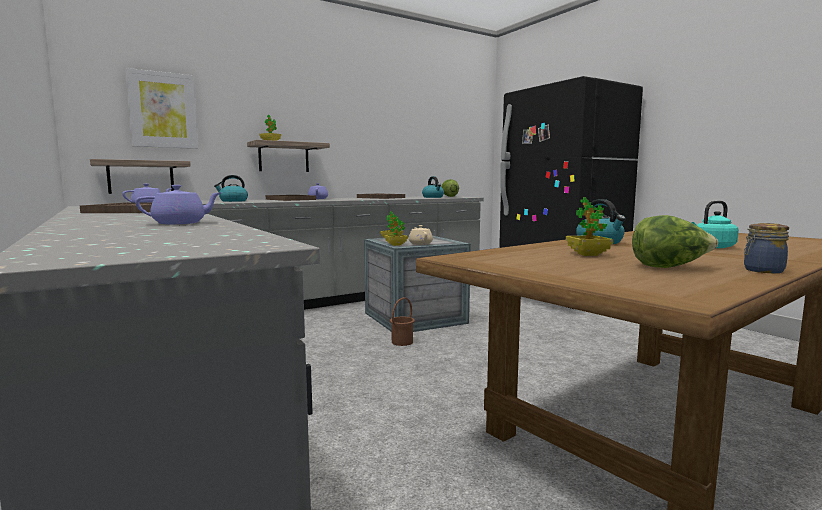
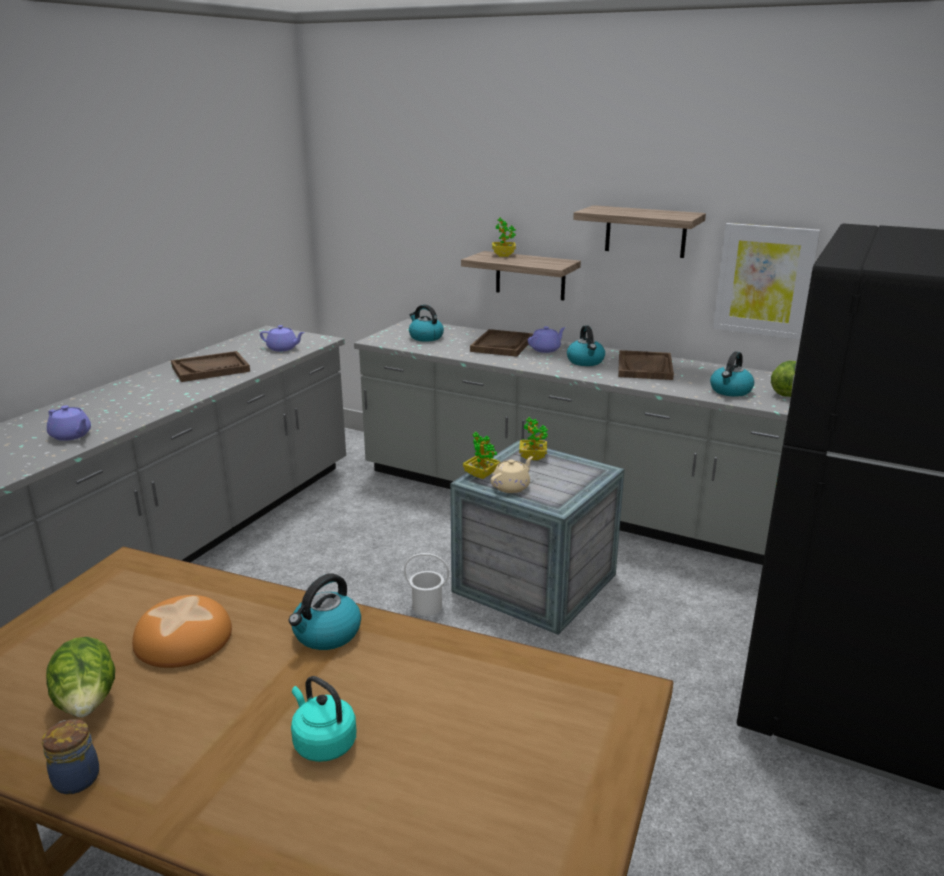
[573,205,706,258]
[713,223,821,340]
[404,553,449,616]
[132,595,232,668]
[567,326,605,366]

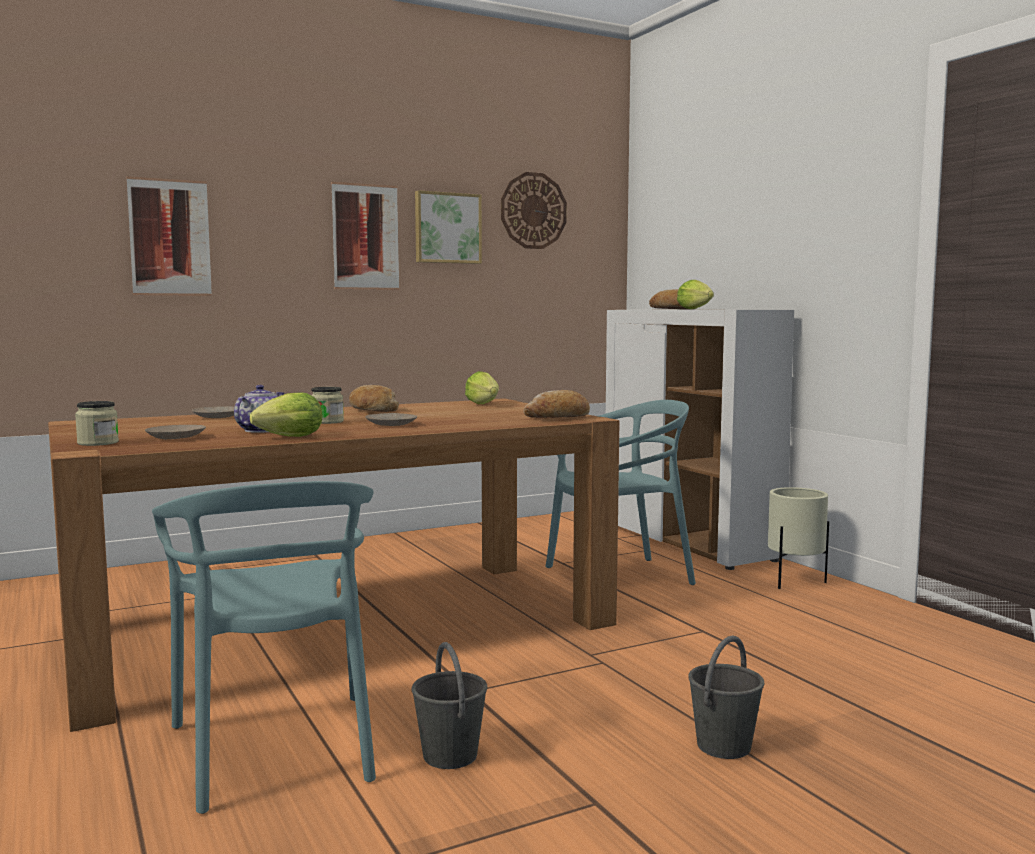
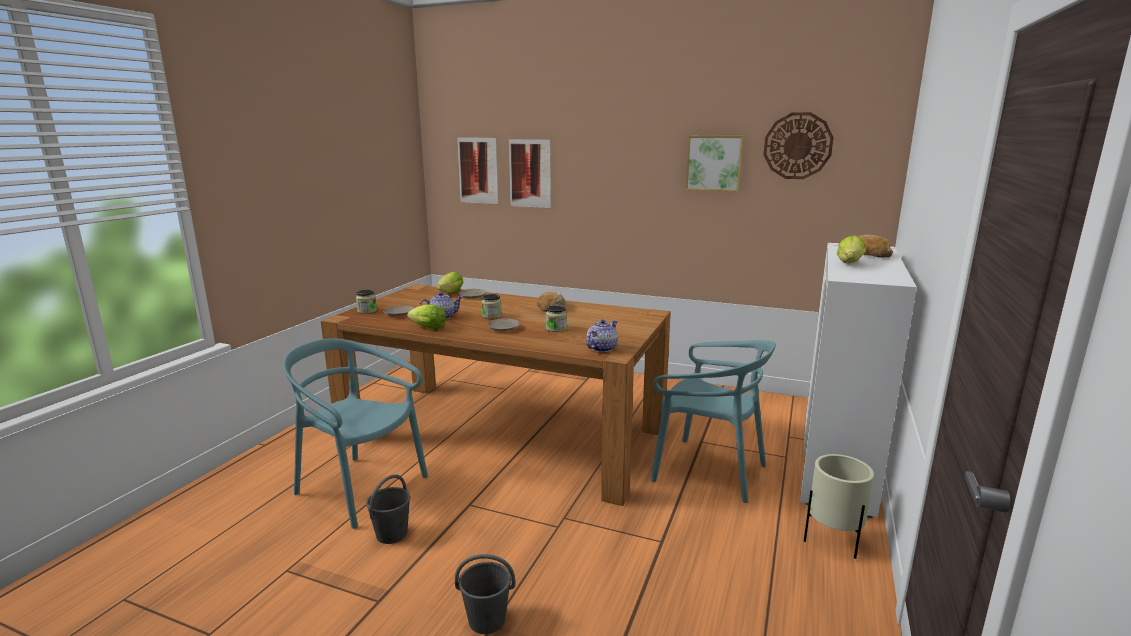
[283,338,428,529]
[457,136,499,205]
[437,271,463,293]
[586,319,618,352]
[546,305,567,332]

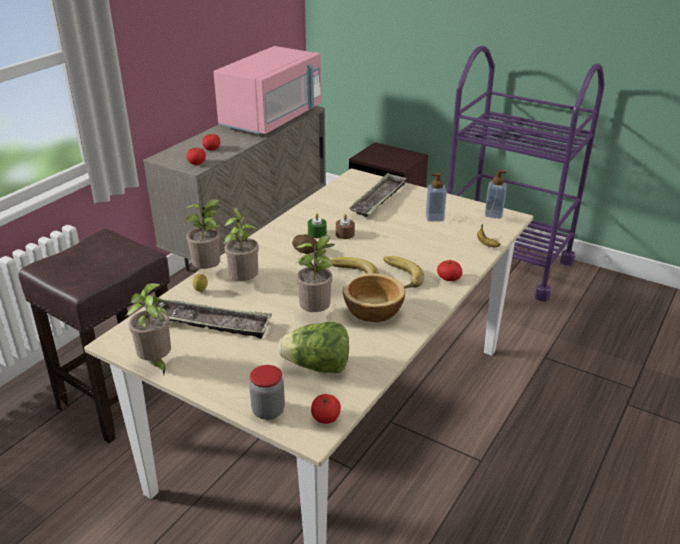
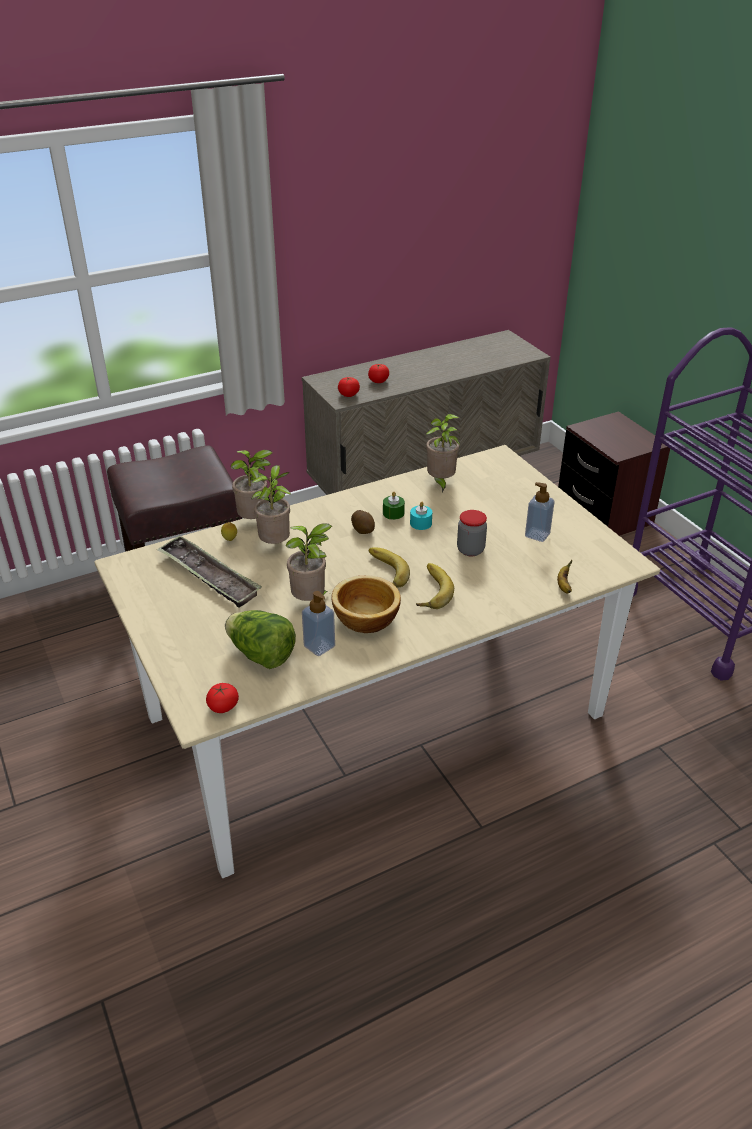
[426,414,460,493]
[213,46,321,134] (first image)
[457,510,487,556]
[410,502,432,530]
[348,173,407,217] (first image)
[437,260,462,281] (first image)
[302,591,335,656]

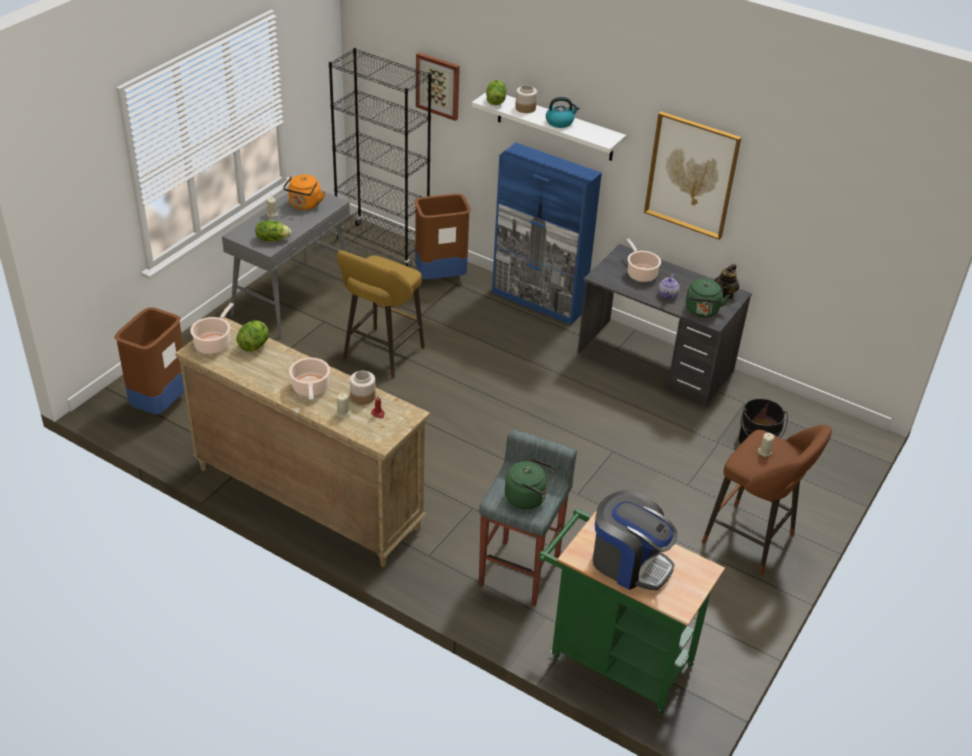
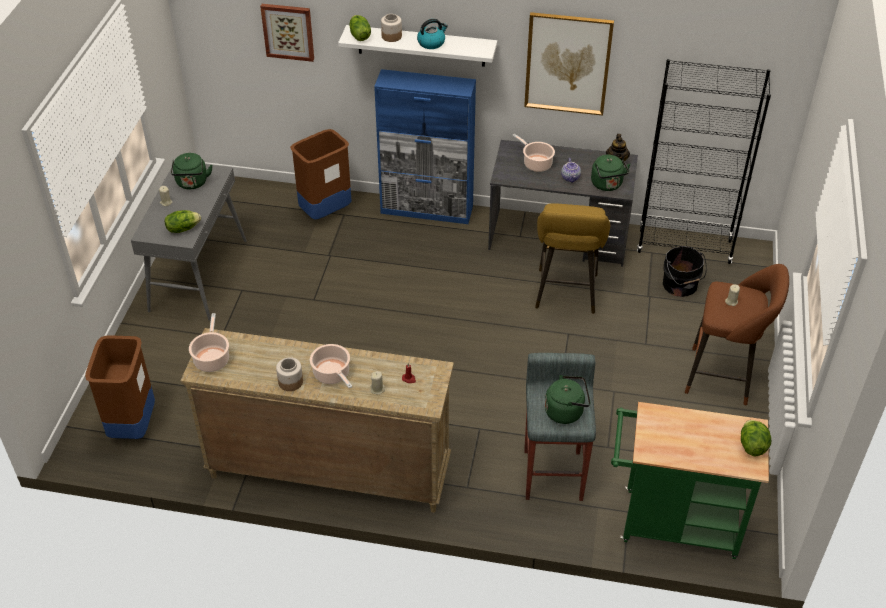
[741,420,771,456]
[171,153,213,189]
[637,59,771,264]
[535,203,610,314]
[276,357,303,391]
[593,490,677,590] (first image)

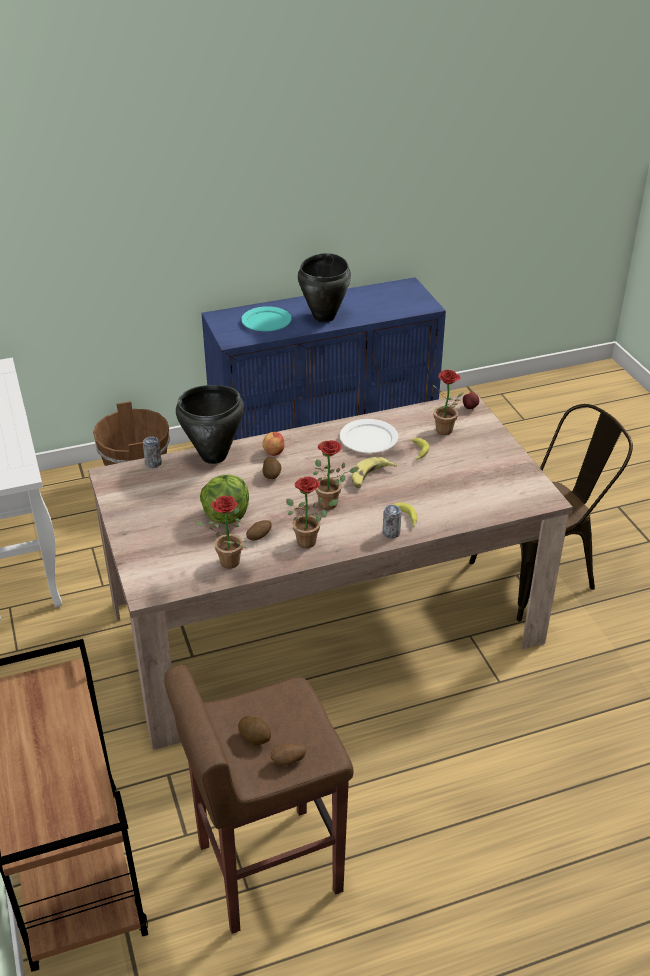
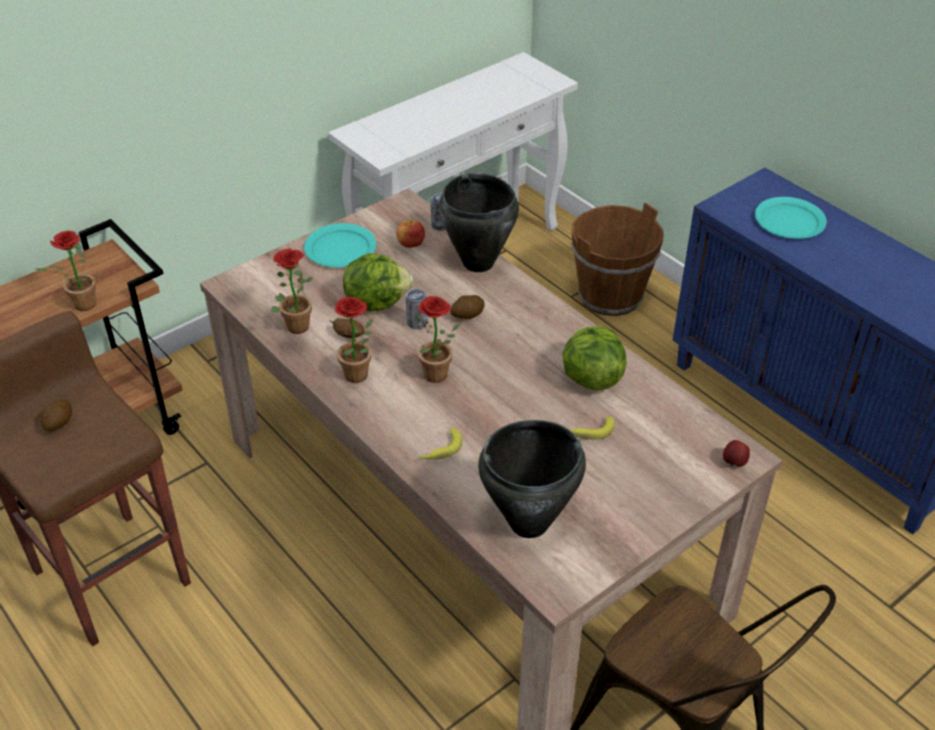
[396,220,425,248]
[270,744,306,765] (first image)
[478,420,586,538]
[563,326,626,390]
[352,457,397,488] (first image)
[406,289,428,329]
[35,231,102,311]
[304,223,376,267]

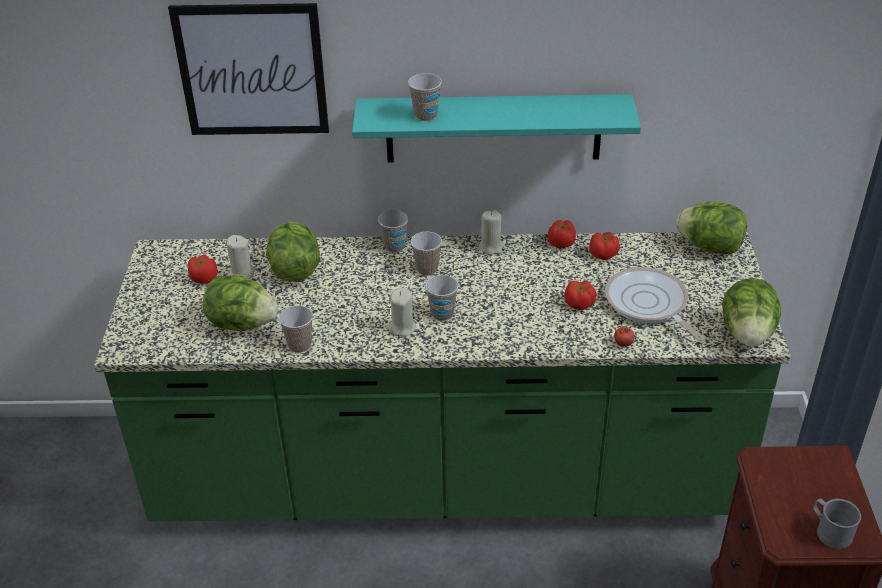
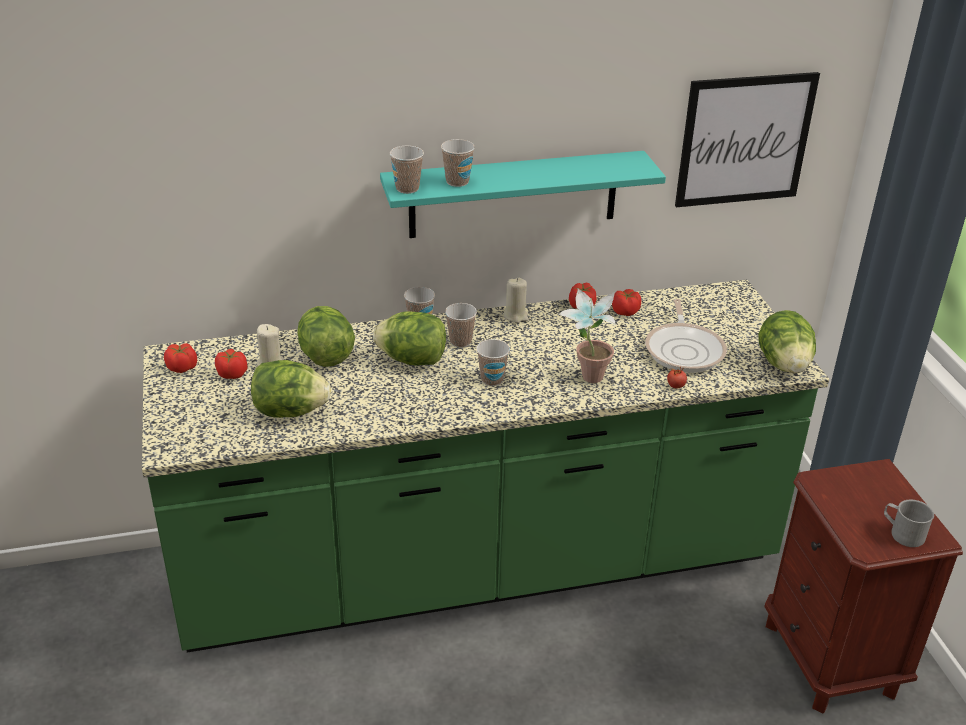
[675,72,820,207]
[390,146,424,194]
[388,288,416,337] (first image)
[164,343,197,373]
[645,299,727,373]
[373,311,446,366]
[559,288,616,383]

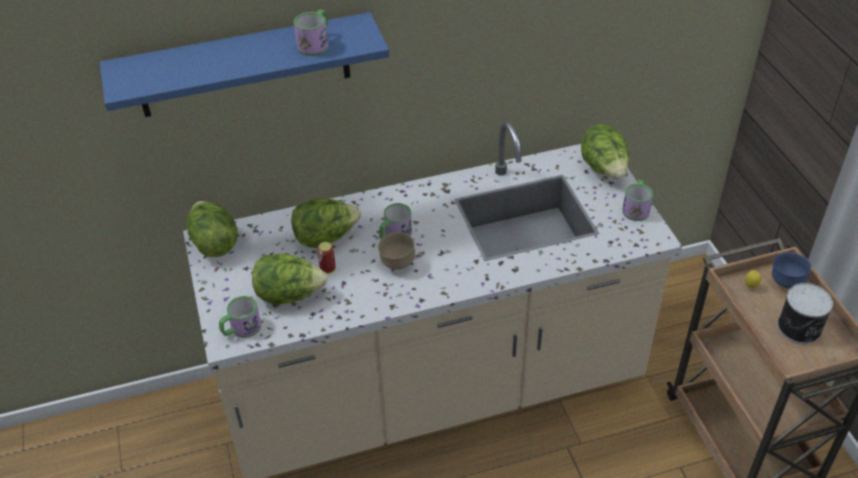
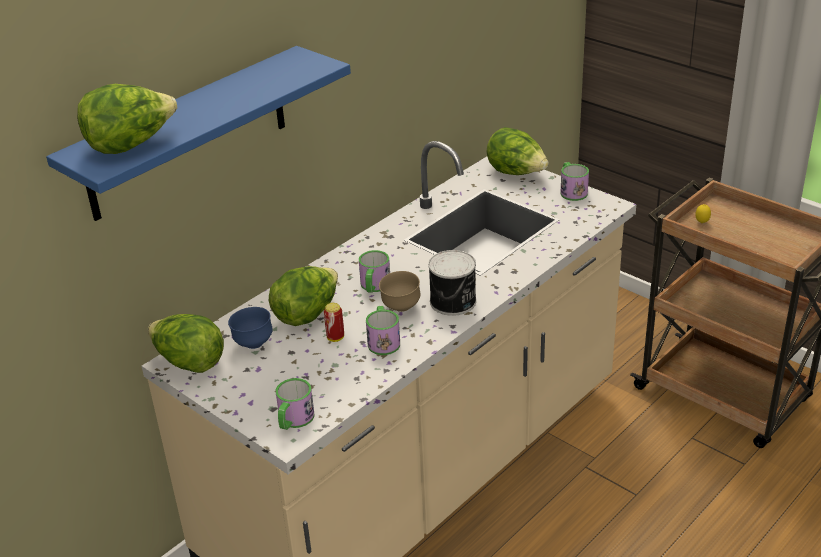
[77,84,177,154]
[366,306,400,355]
[228,307,272,349]
[428,250,476,316]

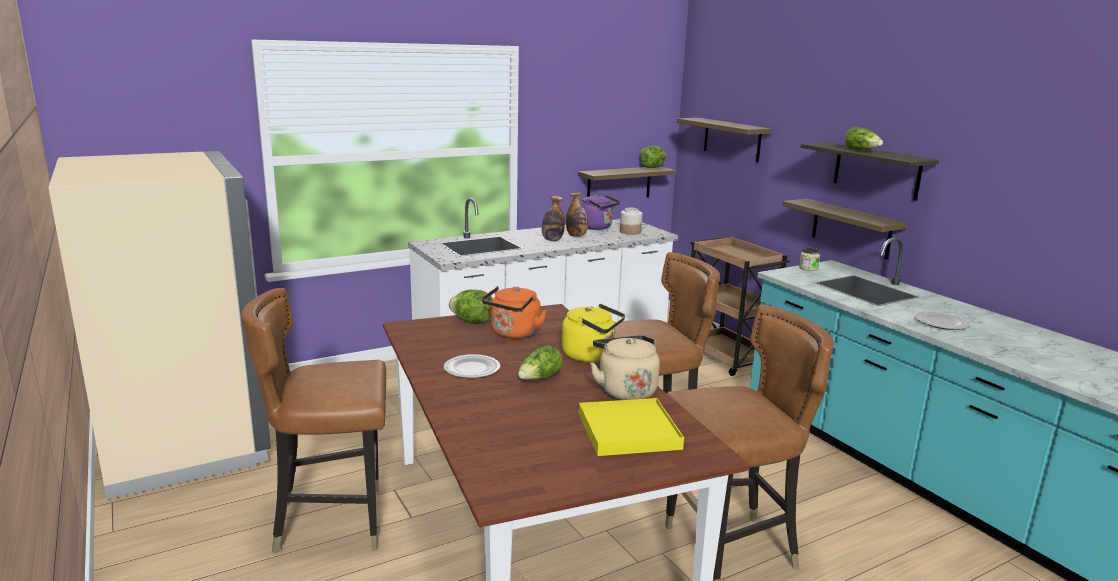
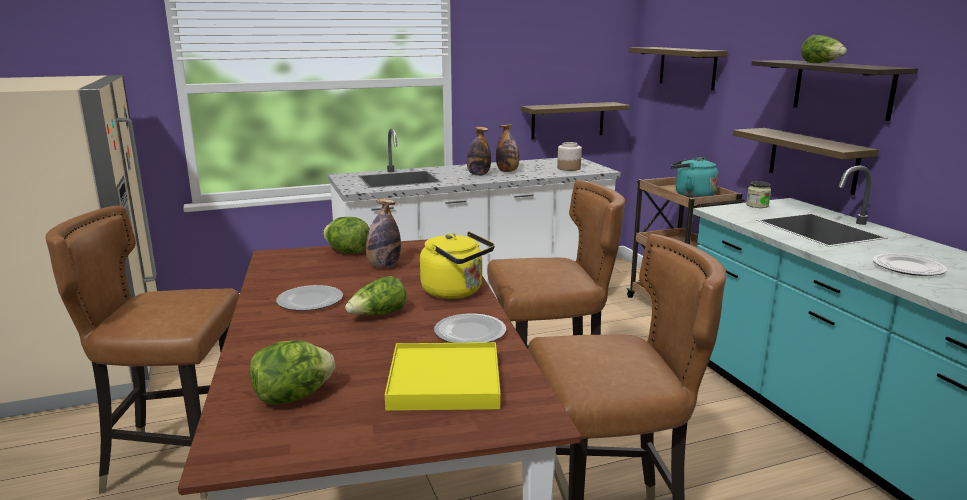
[366,199,401,268]
[581,194,620,230] (first image)
[434,313,506,343]
[250,340,335,405]
[671,157,719,198]

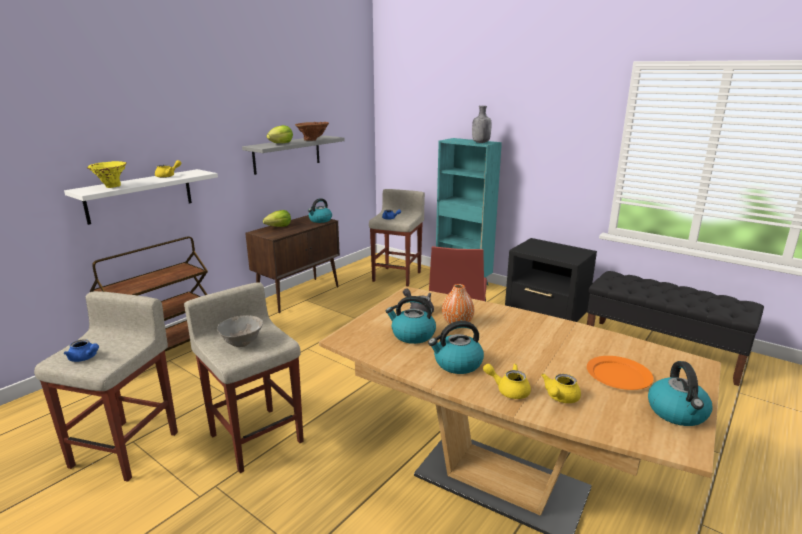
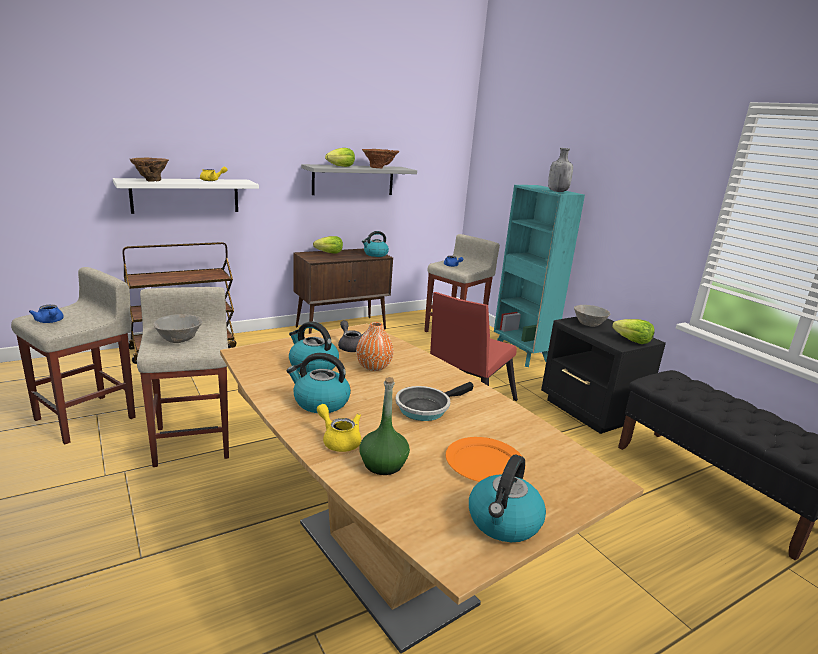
[130,158,169,181]
[359,377,410,475]
[395,382,474,421]
[574,305,610,327]
[612,319,655,344]

